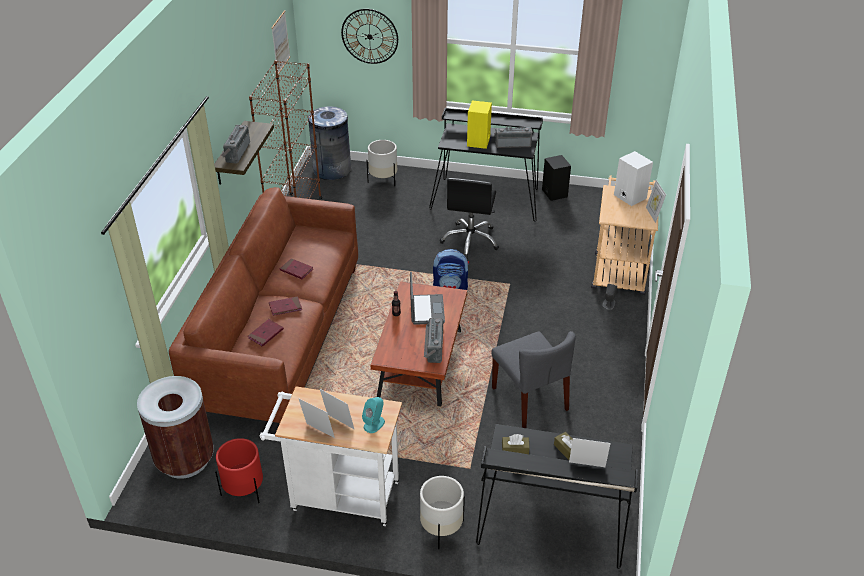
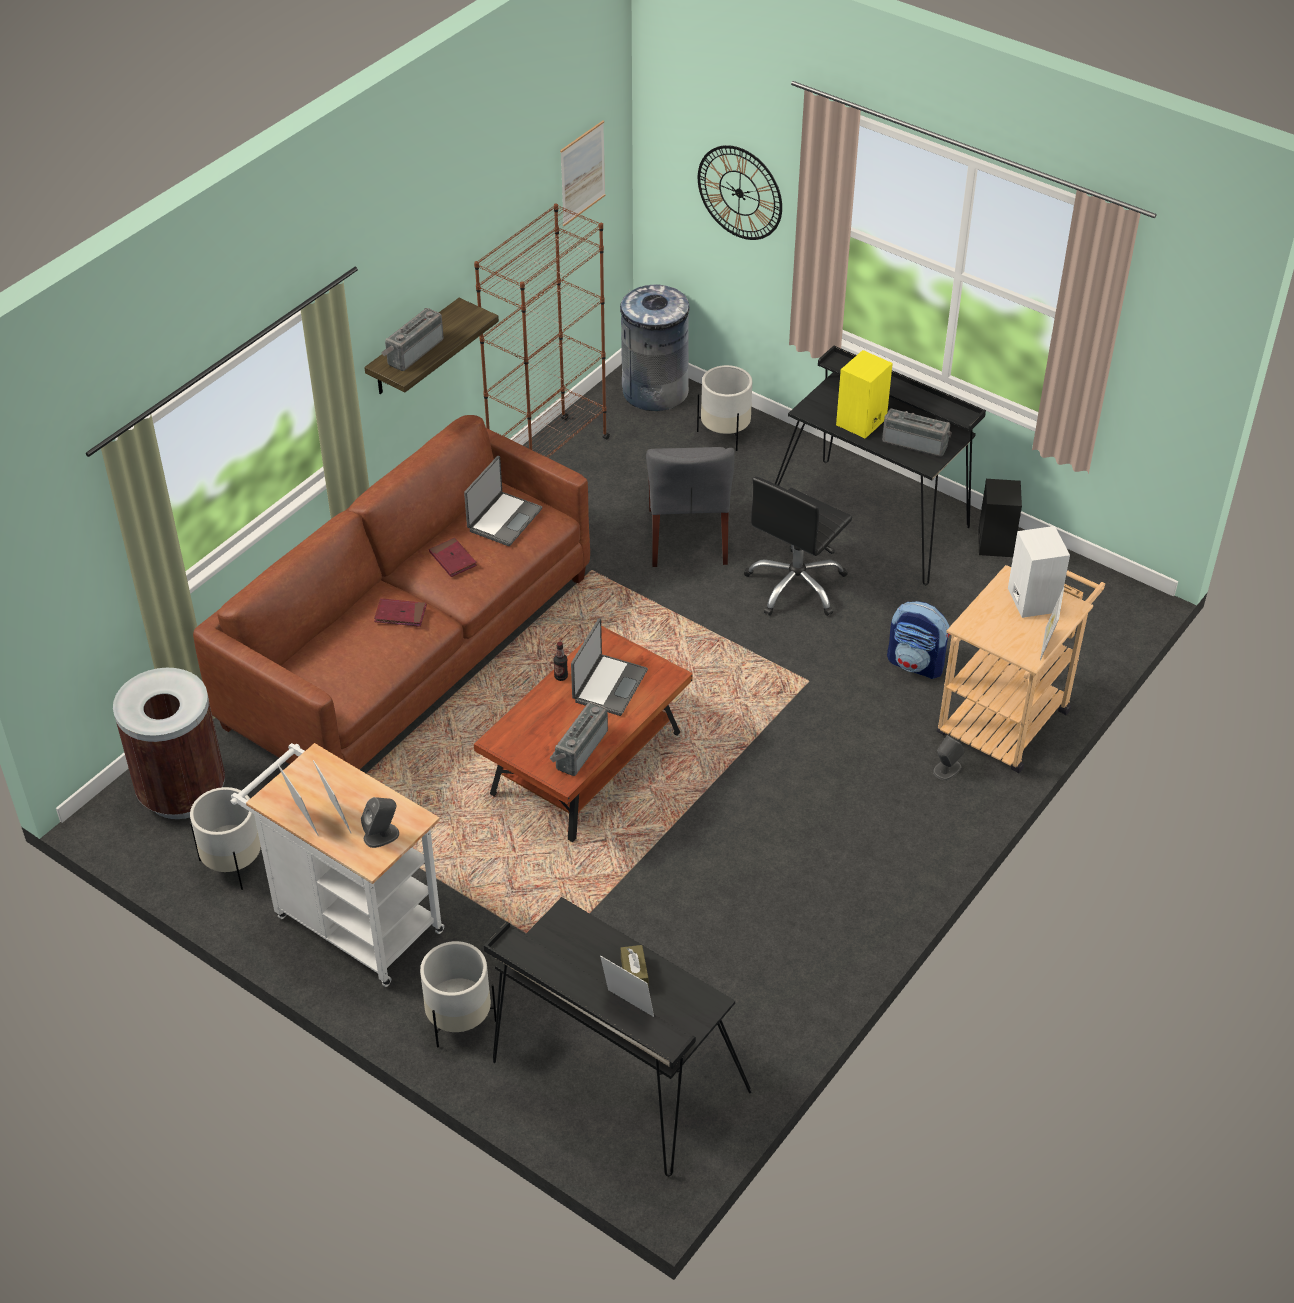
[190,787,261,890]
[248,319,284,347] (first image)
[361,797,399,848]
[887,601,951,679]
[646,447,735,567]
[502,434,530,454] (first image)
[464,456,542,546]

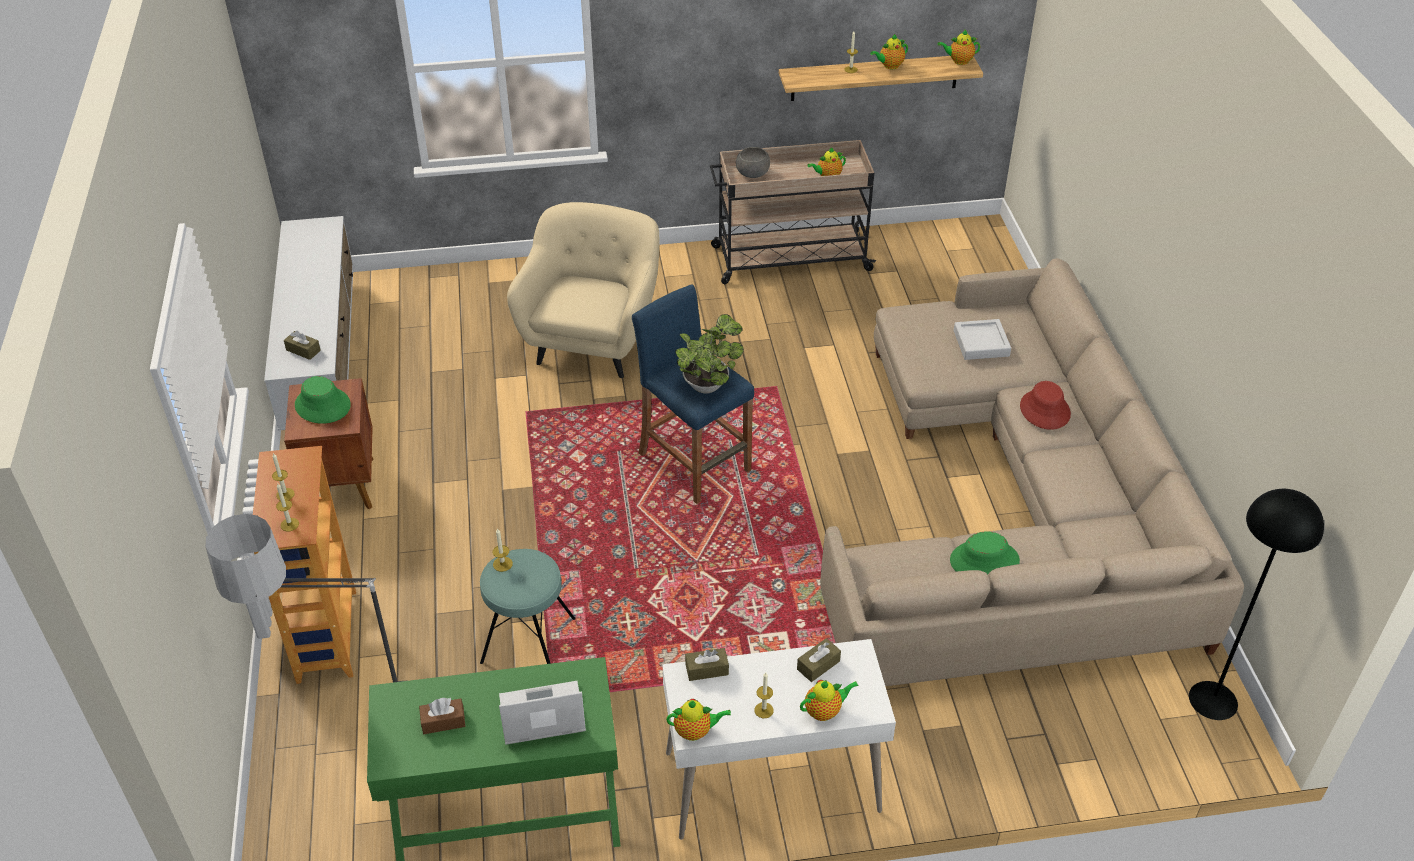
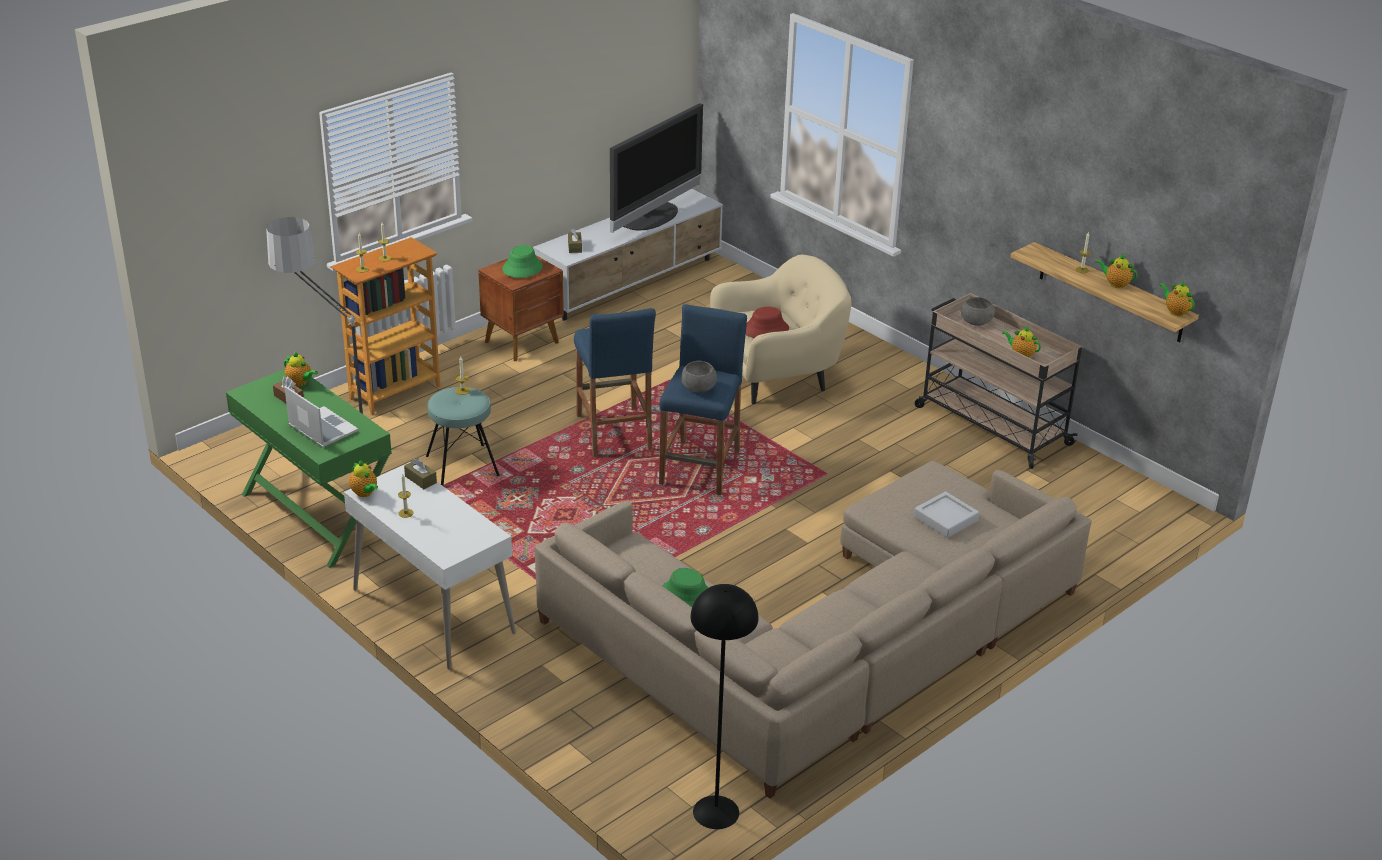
[681,361,717,392]
[797,638,841,682] (first image)
[284,352,318,386]
[746,307,789,338]
[574,308,656,457]
[610,103,703,233]

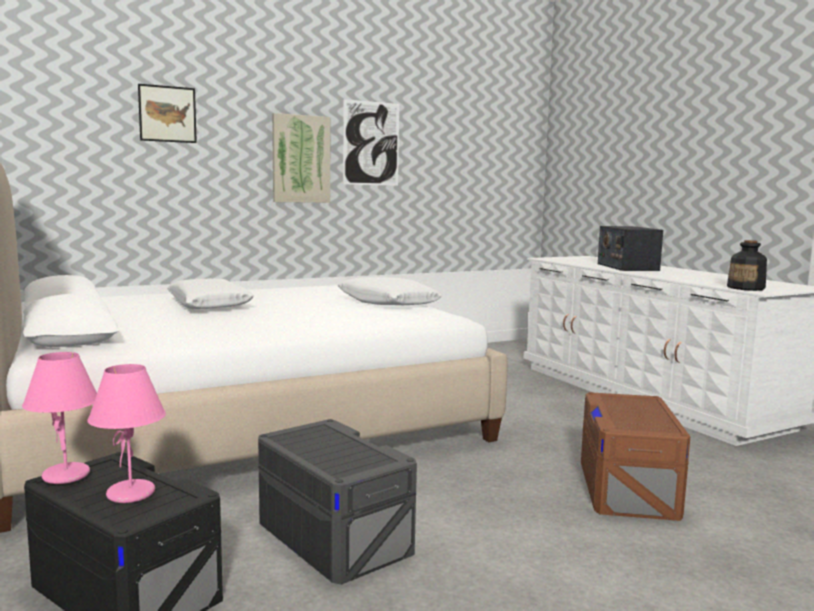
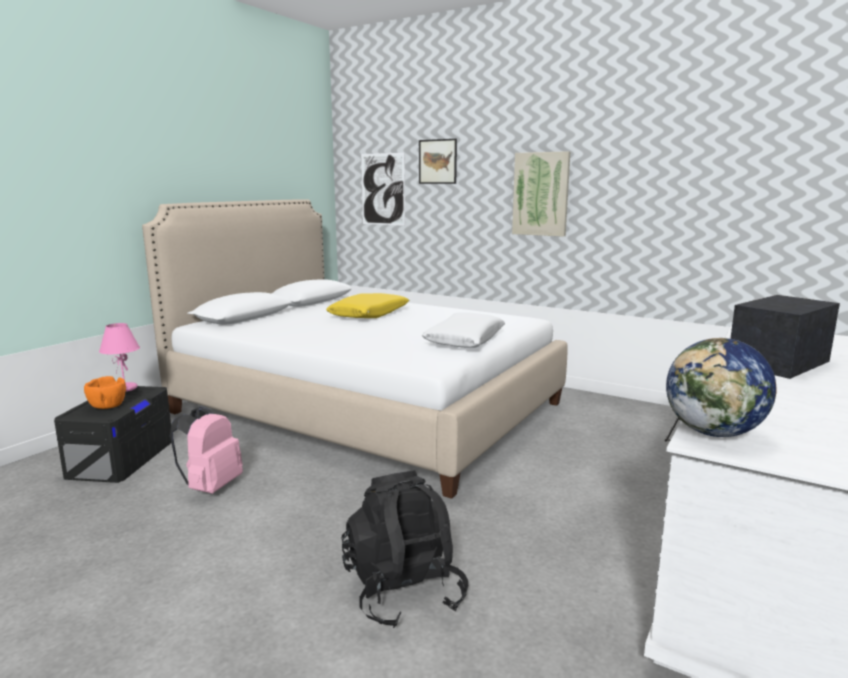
[84,376,126,409]
[326,293,409,318]
[170,406,243,494]
[361,153,405,226]
[342,470,468,628]
[666,338,777,437]

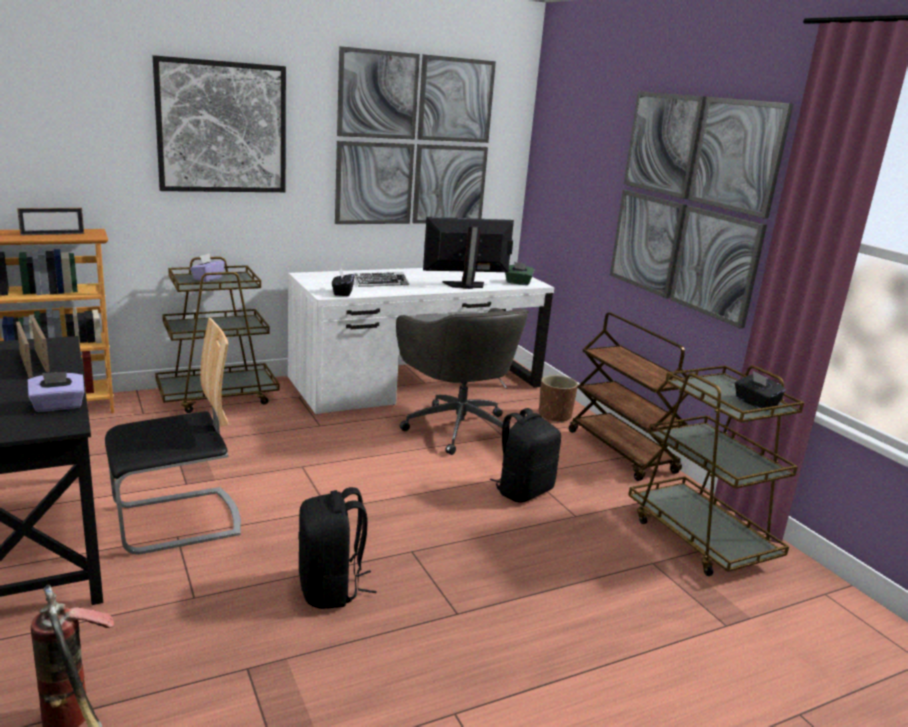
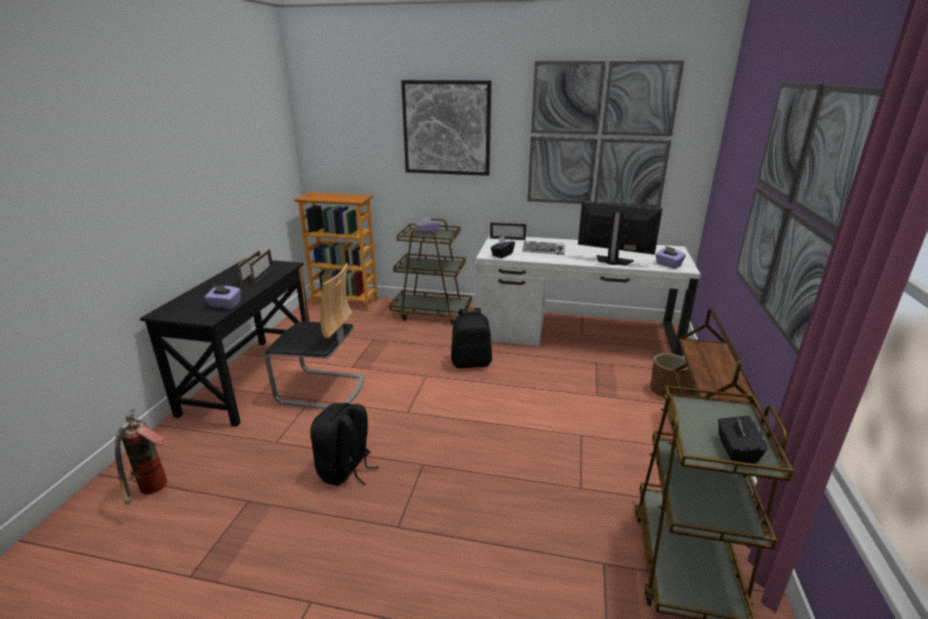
[490,222,527,240]
[396,308,529,455] (first image)
[451,308,492,368]
[655,246,686,269]

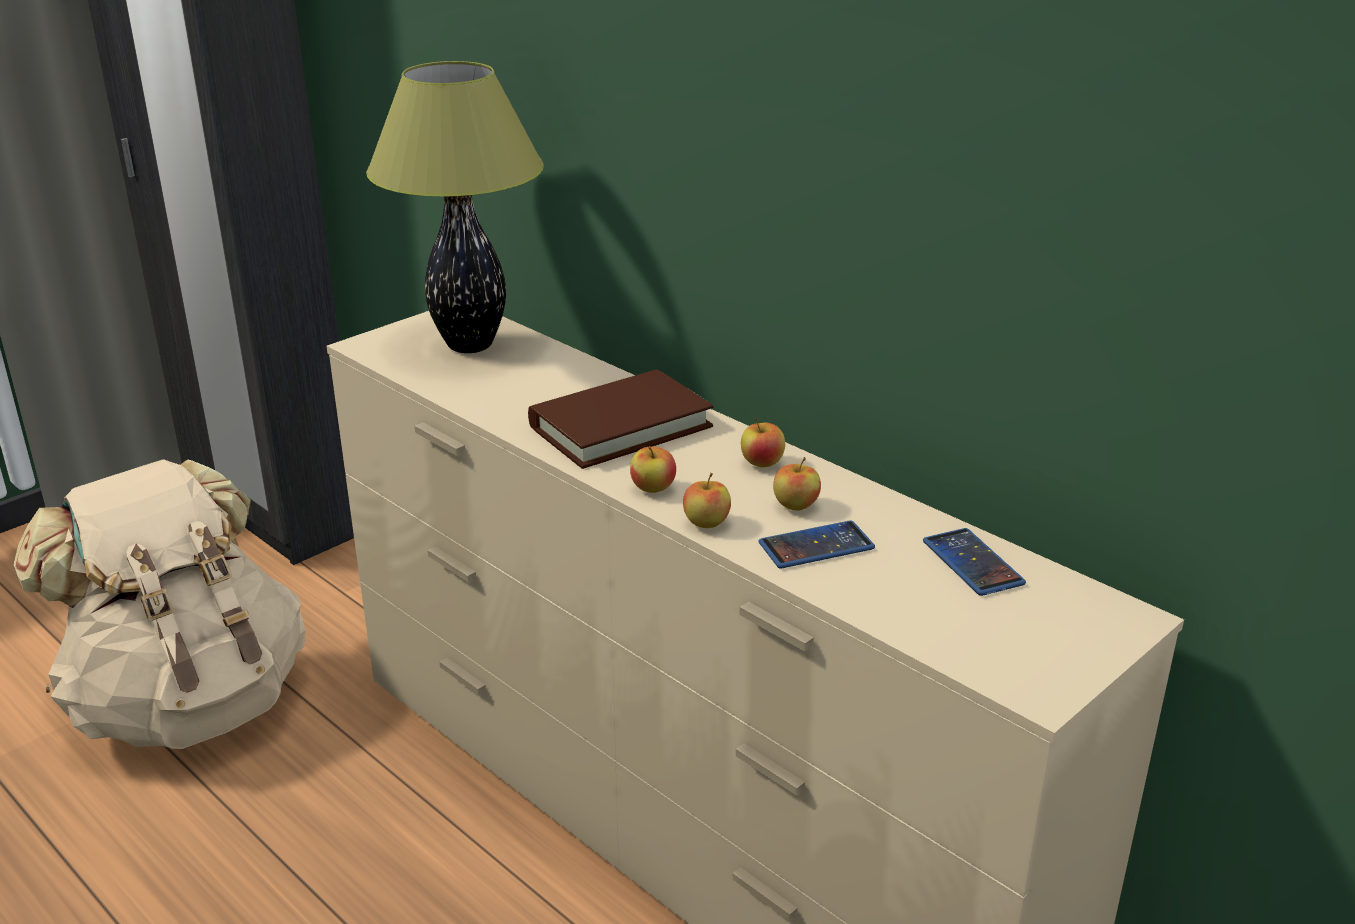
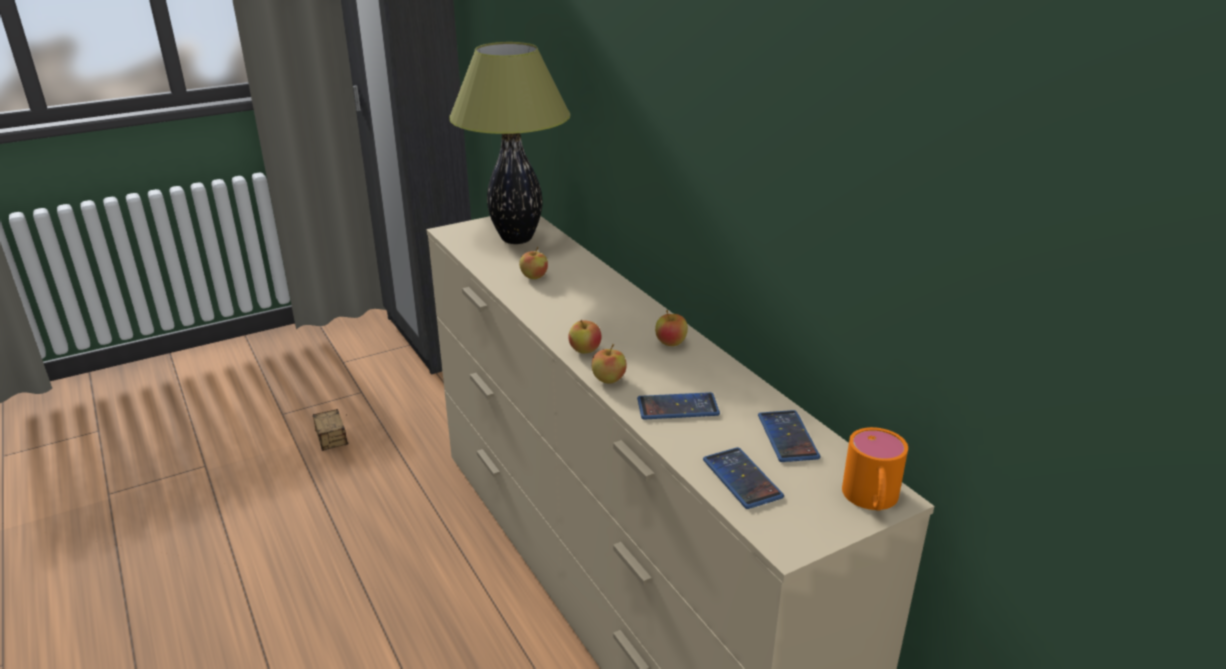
[312,409,349,451]
[528,369,713,469] (first image)
[519,247,548,279]
[703,447,784,509]
[842,427,908,511]

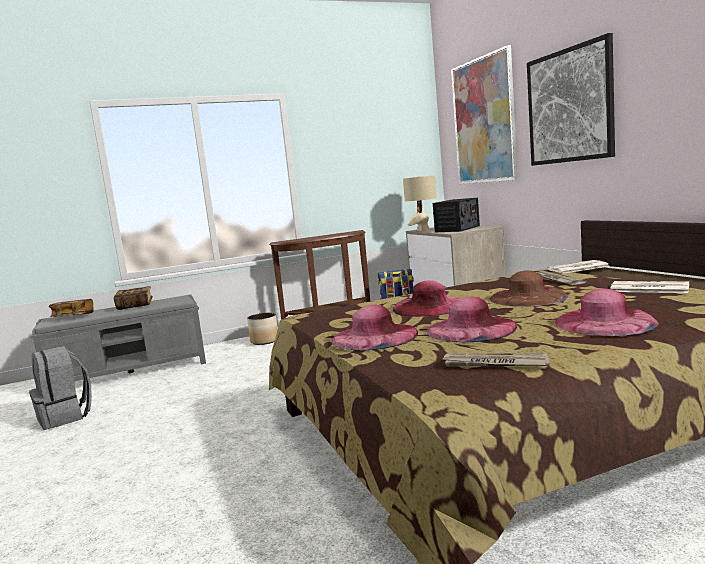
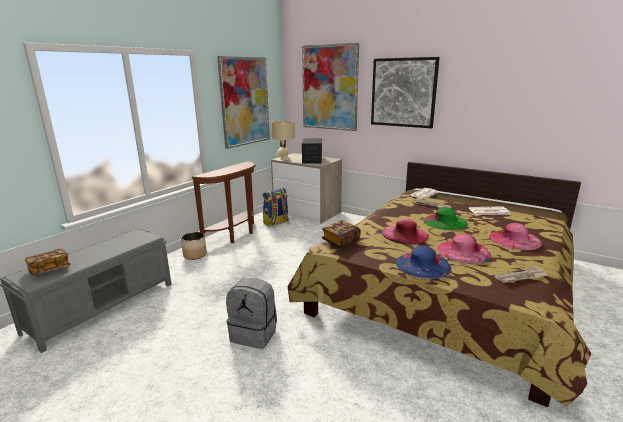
[226,278,277,349]
[321,220,361,248]
[396,246,452,279]
[423,207,468,230]
[217,56,270,149]

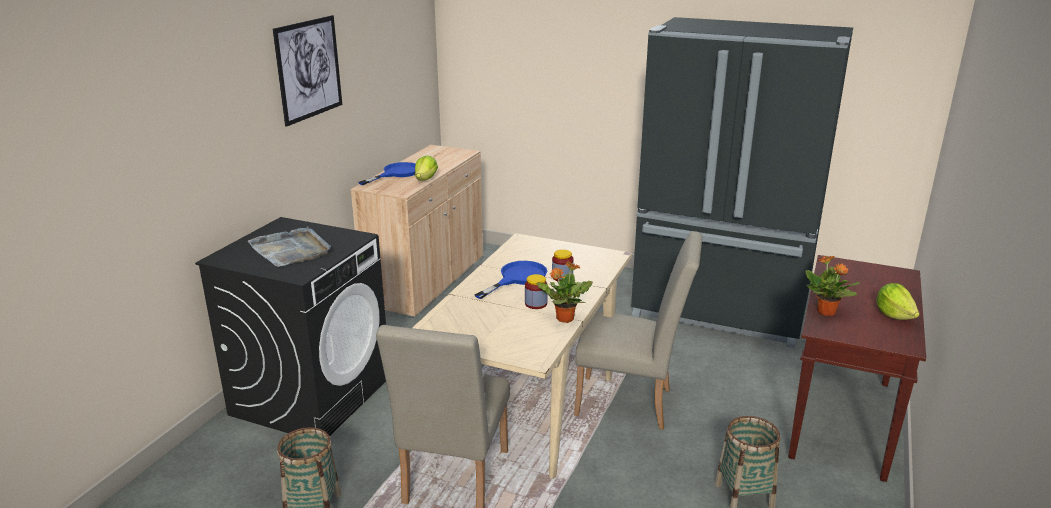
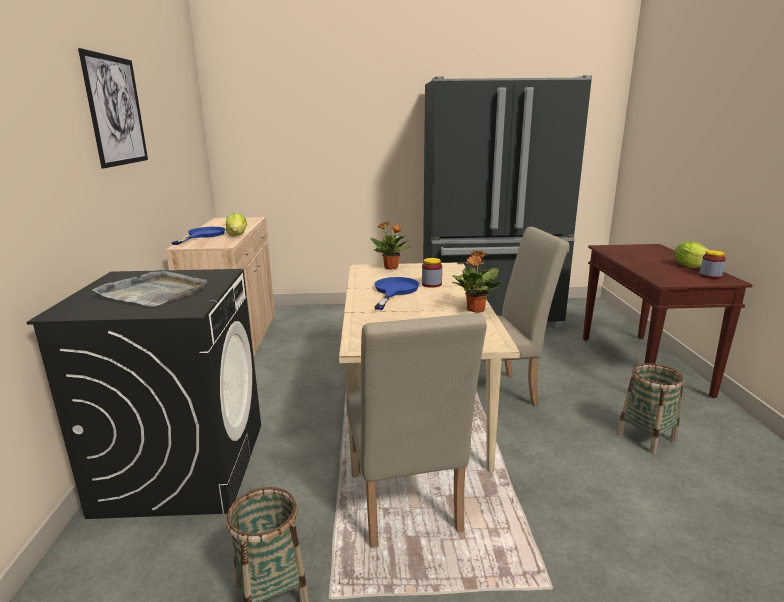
[699,250,726,279]
[371,221,411,270]

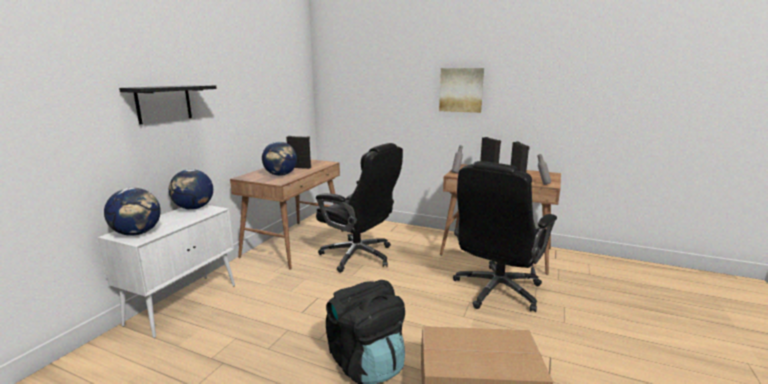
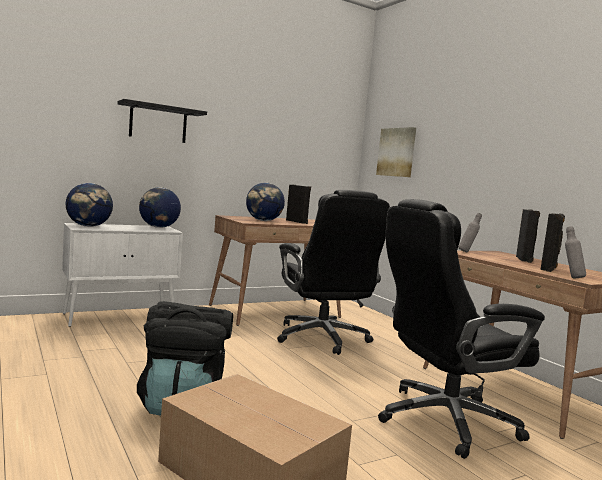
[376,127,416,177]

